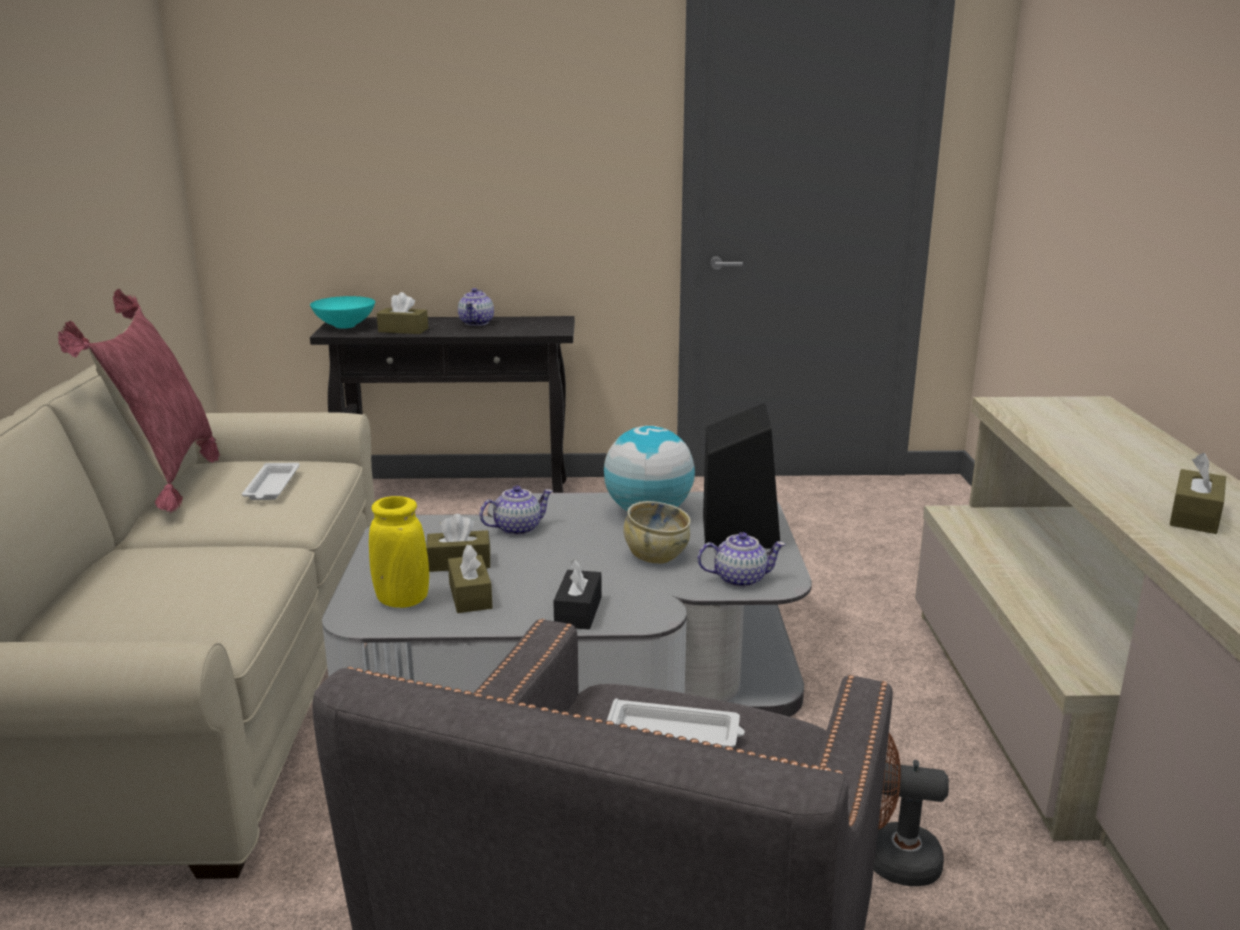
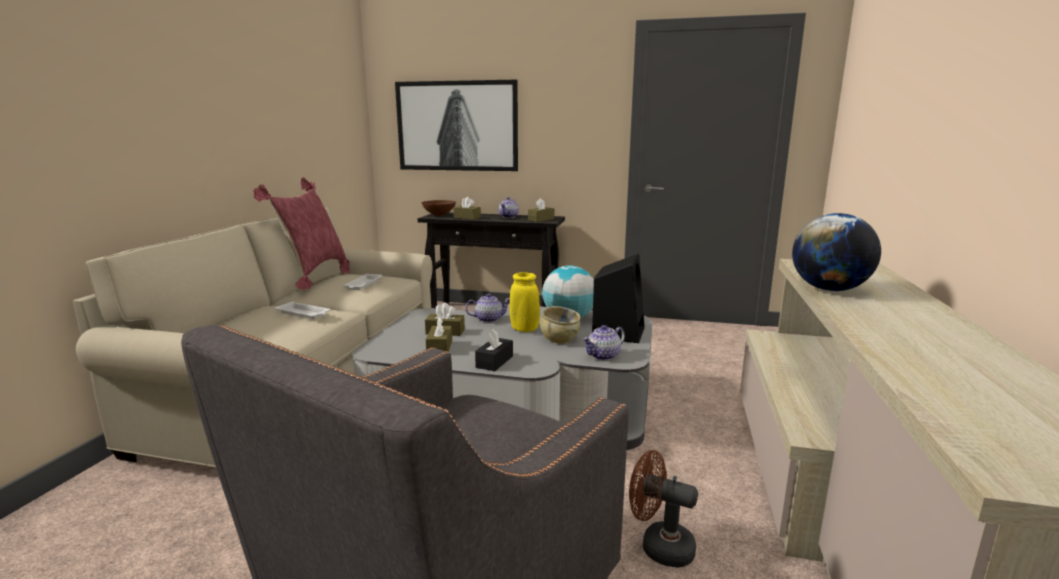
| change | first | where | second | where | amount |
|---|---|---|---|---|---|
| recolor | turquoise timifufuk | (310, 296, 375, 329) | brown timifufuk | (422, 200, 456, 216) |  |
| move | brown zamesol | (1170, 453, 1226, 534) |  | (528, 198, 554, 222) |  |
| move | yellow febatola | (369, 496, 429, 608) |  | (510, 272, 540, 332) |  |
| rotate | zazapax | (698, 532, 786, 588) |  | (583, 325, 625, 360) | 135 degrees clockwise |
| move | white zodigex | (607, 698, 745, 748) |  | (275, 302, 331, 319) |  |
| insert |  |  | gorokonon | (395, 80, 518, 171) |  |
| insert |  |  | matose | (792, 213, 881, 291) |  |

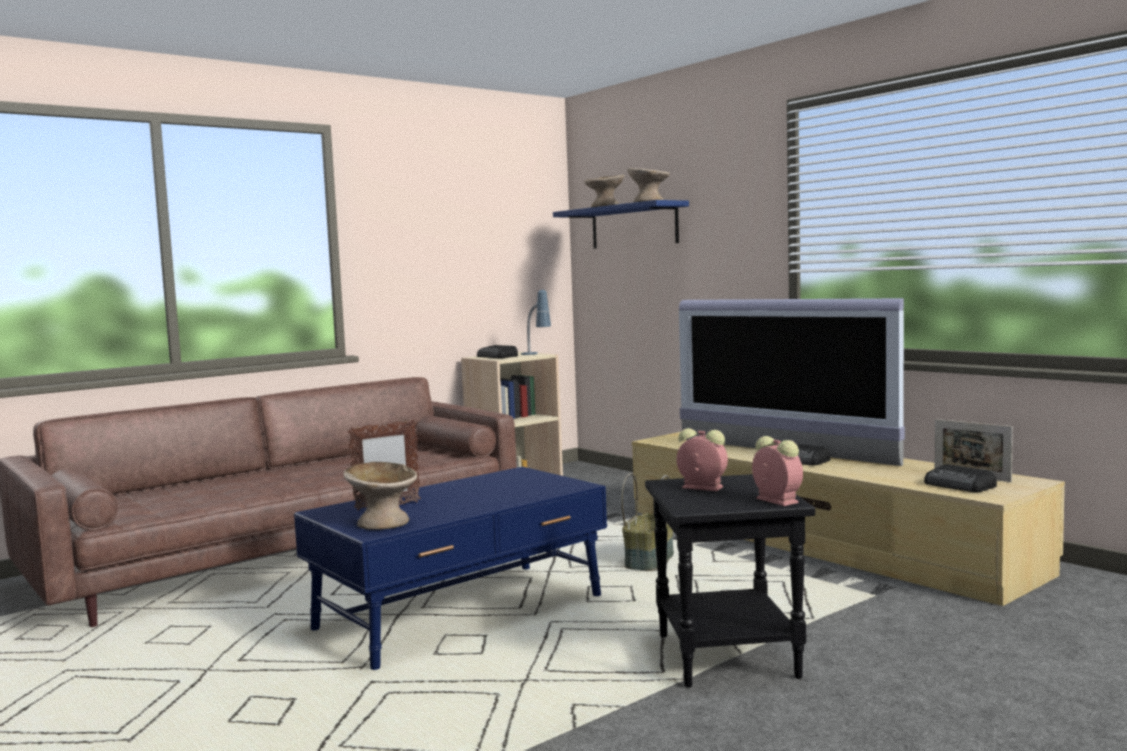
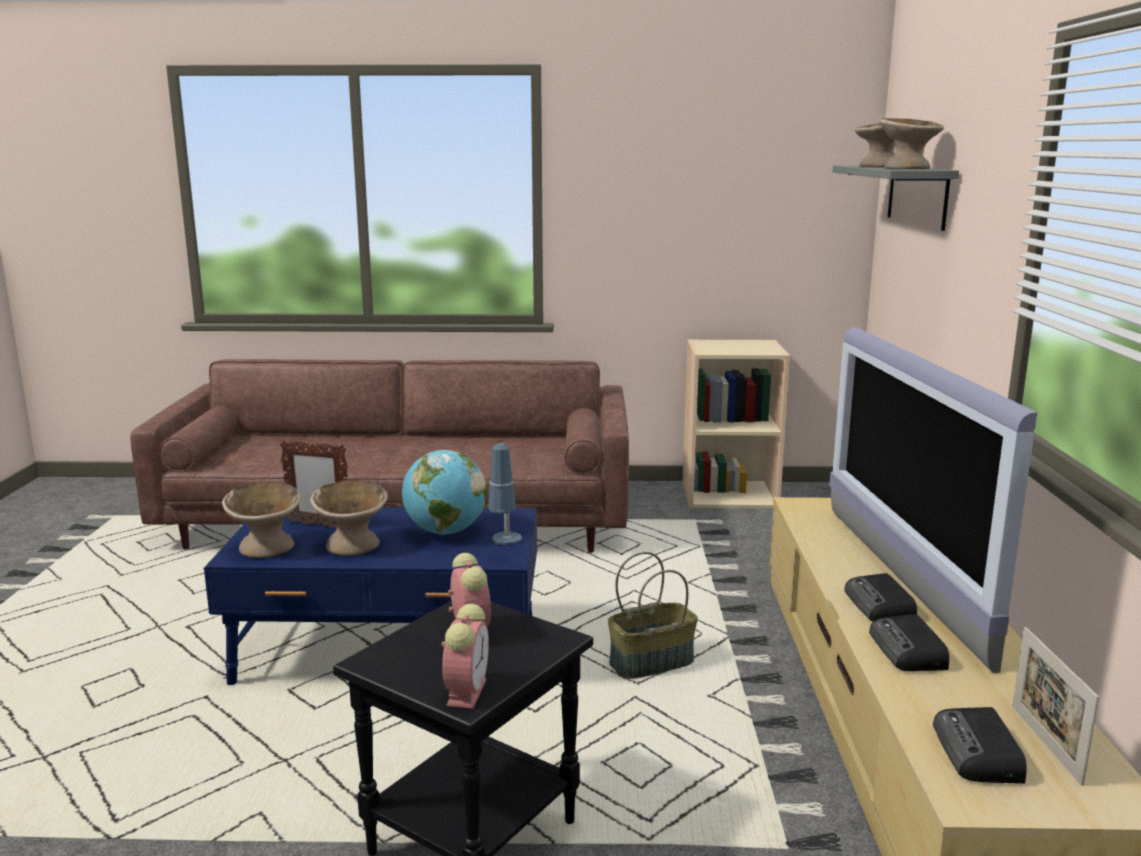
| change | first | where | second | where | amount |
|---|---|---|---|---|---|
| recolor | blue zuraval | (553, 200, 689, 249) | grey zuraval | (832, 165, 959, 231) |  |
| move | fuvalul | (521, 290, 551, 355) |  | (488, 443, 522, 545) |  |
| move | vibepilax | (477, 345, 518, 358) |  | (869, 614, 949, 671) |  |
| insert |  |  | matose | (402, 450, 487, 535) |  |
| insert |  |  | beige timifufuk | (310, 480, 388, 556) |  |

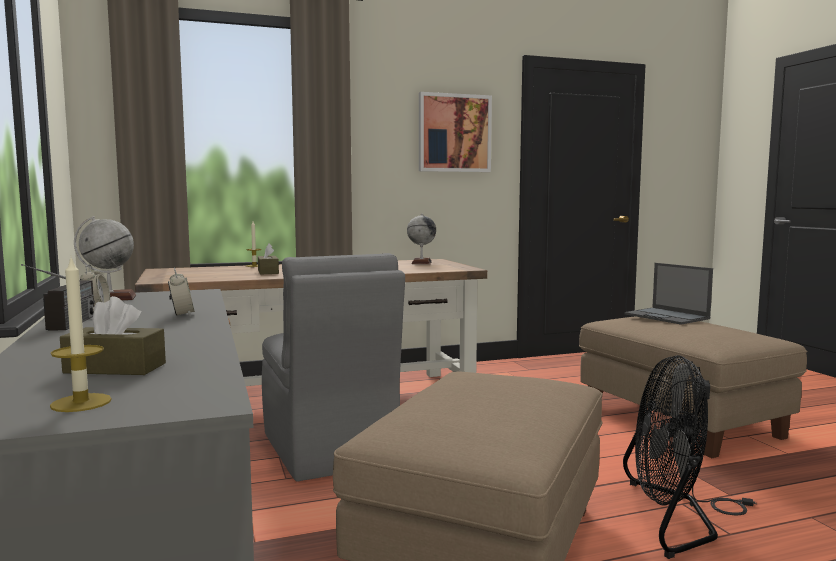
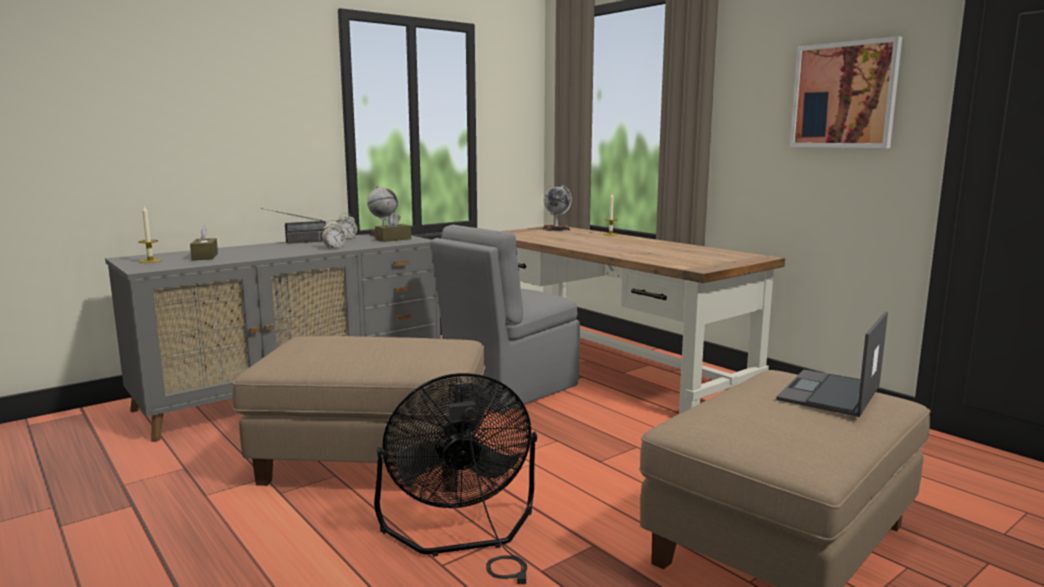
| change | first | where | second | where | amount |
|---|---|---|---|---|---|
| move | matose | (407, 214, 436, 264) |  | (543, 185, 572, 231) |  |
| move | brown zamesol | (258, 243, 279, 275) |  | (375, 213, 411, 242) |  |

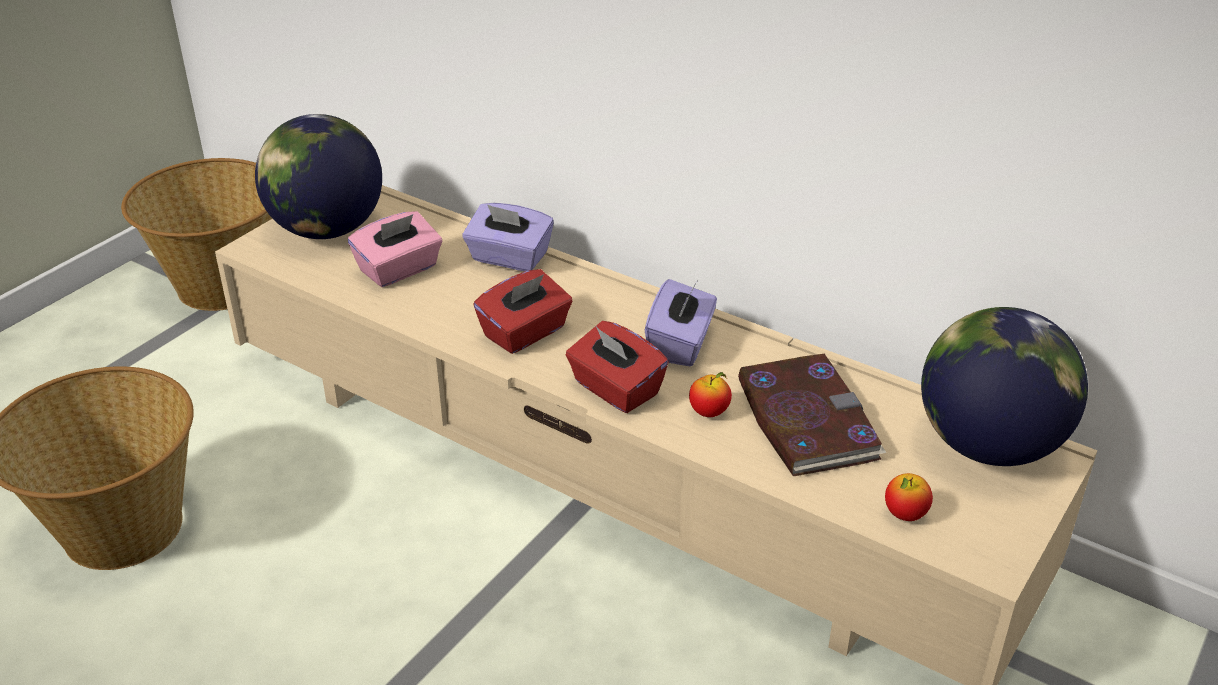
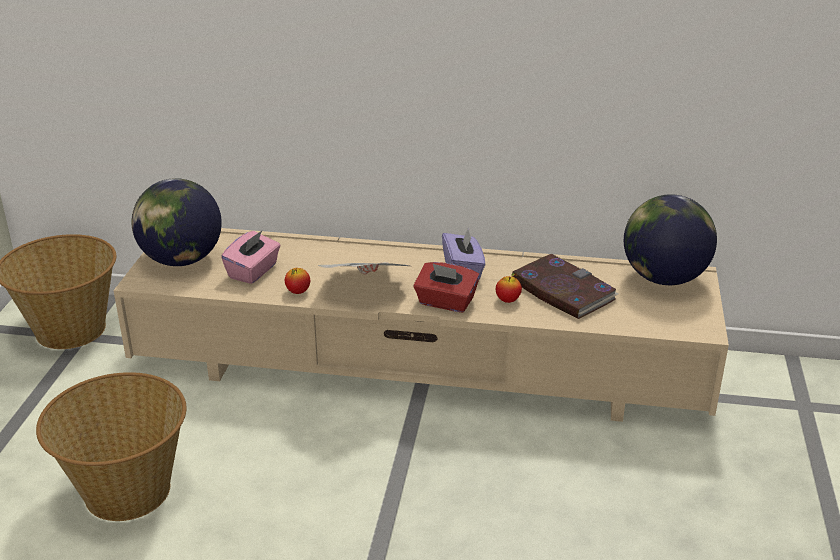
| change | first | where | second | where | amount |
|---|---|---|---|---|---|
| delete | purple zamesol | (463, 203, 554, 271) |  |  |  |
| replace | red zamesol | (473, 269, 573, 354) | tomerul | (318, 262, 409, 275) |  |
| move | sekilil | (885, 473, 933, 521) |  | (285, 268, 310, 294) |  |

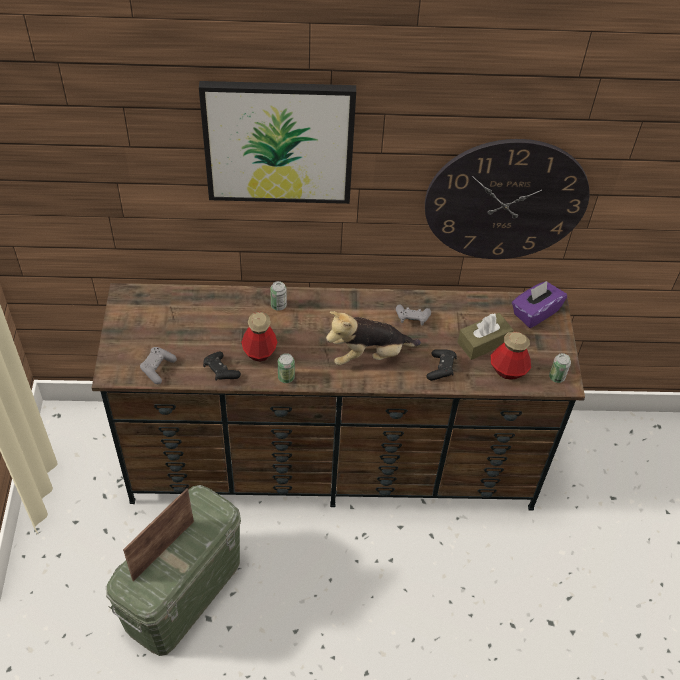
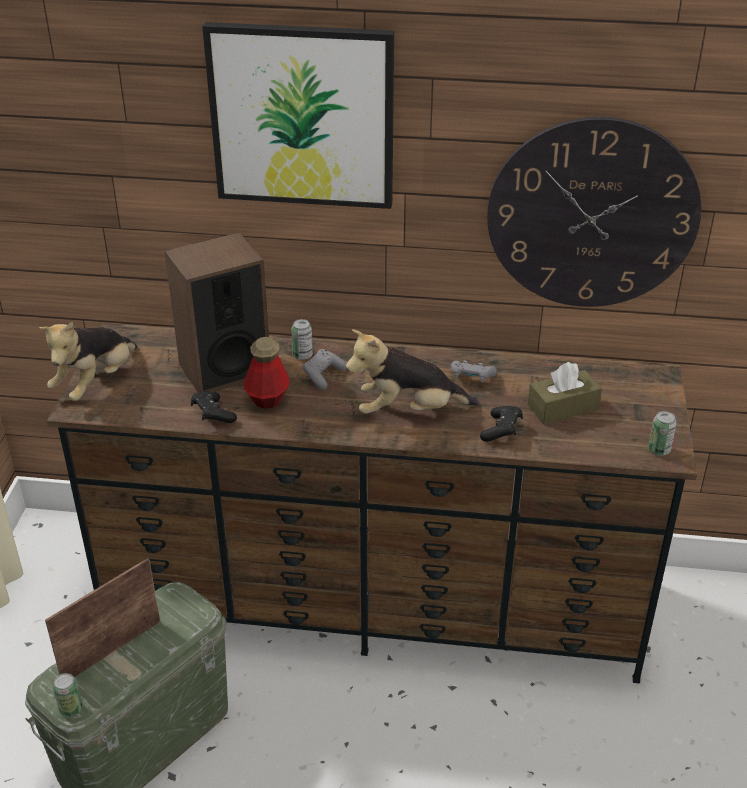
| change | first | where | second | where | amount |
|---|---|---|---|---|---|
| delete | purple zamesol | (512, 281, 567, 328) |  |  |  |
| delete | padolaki | (491, 332, 531, 380) |  |  |  |
| move | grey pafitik | (140, 347, 177, 384) |  | (302, 349, 347, 390) |  |
| move | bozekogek | (278, 353, 295, 383) |  | (53, 673, 83, 717) |  |
| insert |  |  | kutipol | (165, 232, 269, 392) |  |
| insert |  |  | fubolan | (39, 322, 137, 401) |  |

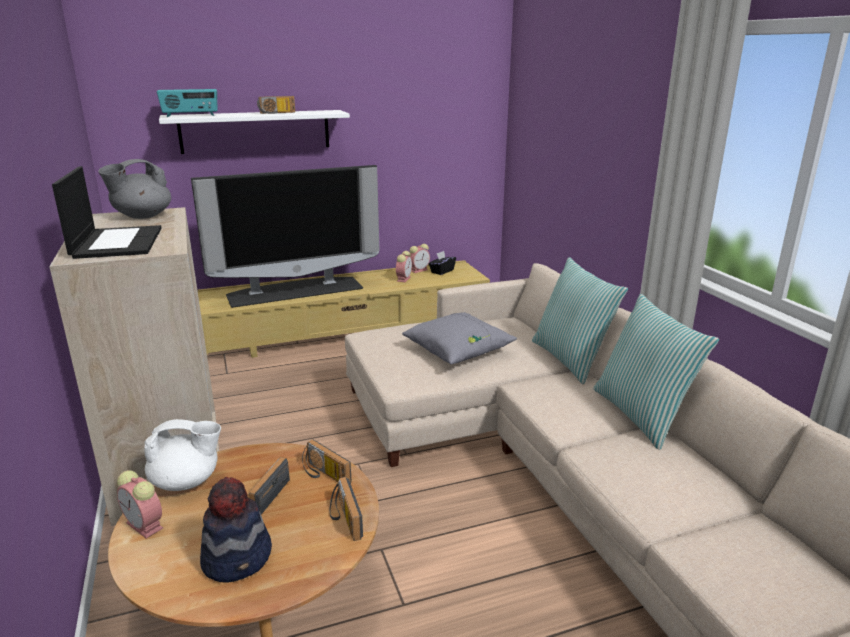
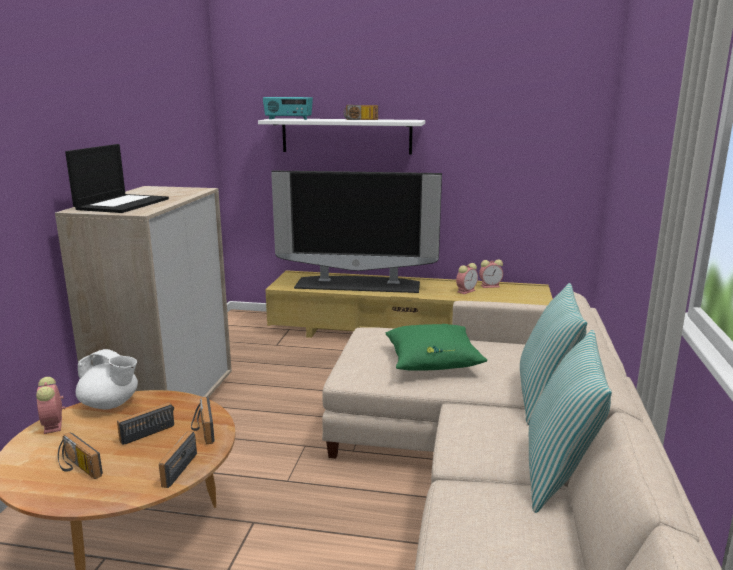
| change | first | where | second | where | amount |
|---|---|---|---|---|---|
| delete | grey zazapax | (98, 159, 171, 219) |  |  |  |
| delete | black zamesol | (429, 251, 456, 275) |  |  |  |
| recolor | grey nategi | (402, 312, 517, 364) | green nategi | (386, 324, 487, 371) |  |
| replace | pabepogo | (200, 477, 272, 583) | vibepilax | (58, 432, 103, 479) |  |

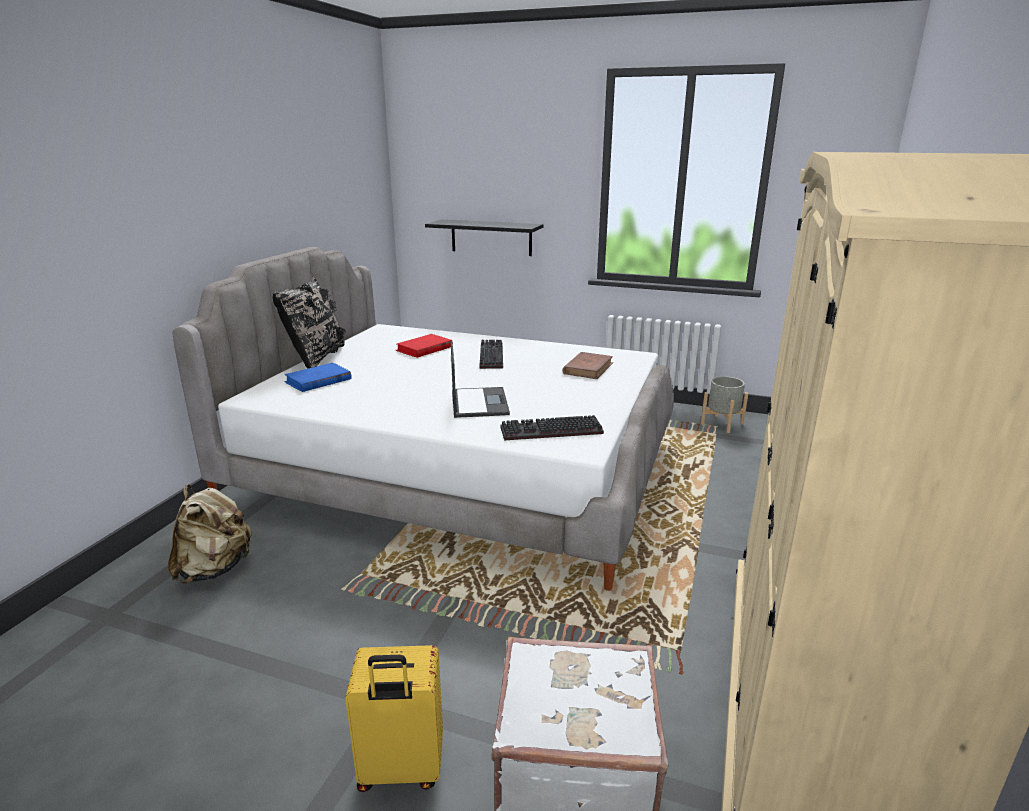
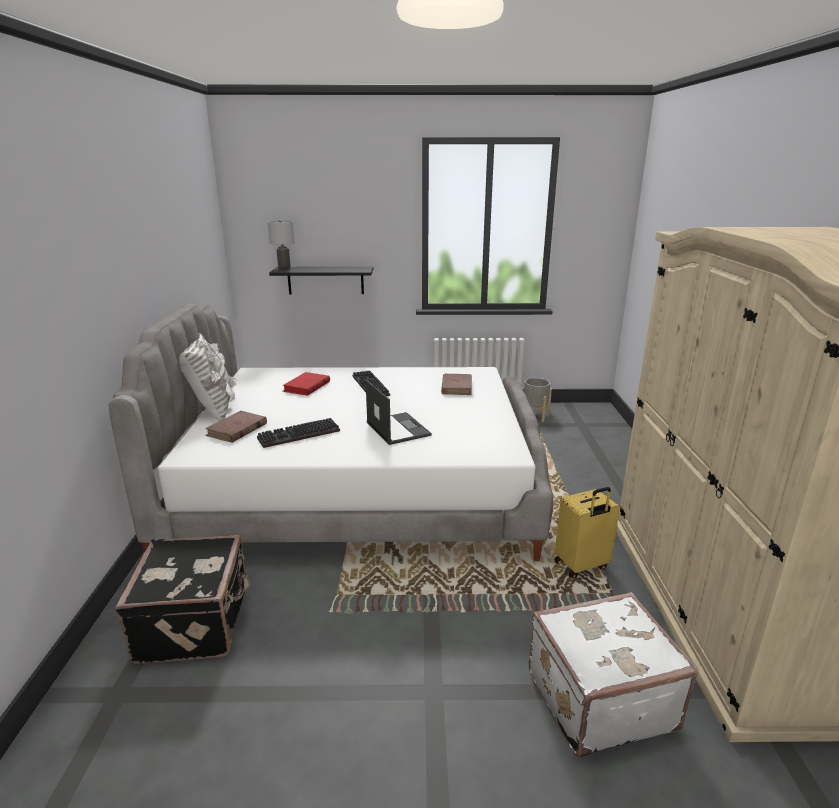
| change | first | where | second | where | amount |
|---|---|---|---|---|---|
| recolor | black nategi | (273, 276, 346, 369) | white nategi | (179, 332, 237, 421) |  |
| recolor | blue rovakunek | (284, 363, 351, 392) | brown rovakunek | (205, 411, 267, 443) |  |
| move | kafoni | (500, 415, 604, 440) |  | (257, 418, 340, 448) |  |
| replace | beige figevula | (168, 484, 252, 584) | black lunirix | (115, 535, 251, 664) |  |
| move | yellow lunirix | (345, 645, 443, 792) |  | (554, 487, 620, 578) |  |
| insert |  |  | white fuvalul | (268, 220, 295, 269) |  |

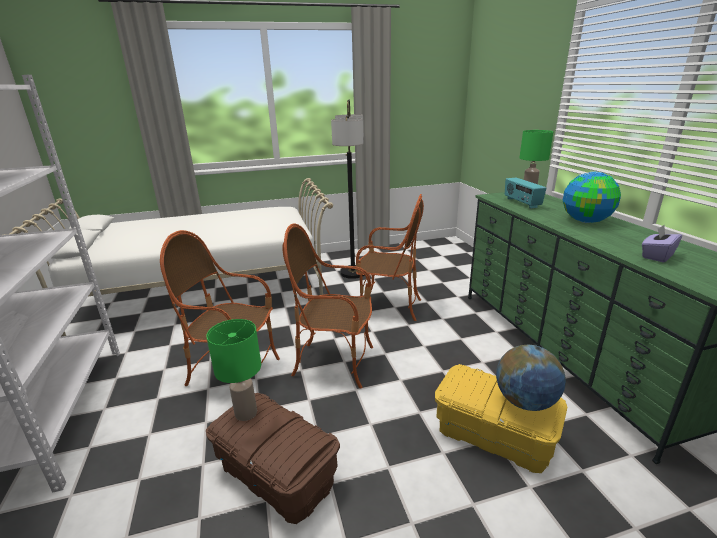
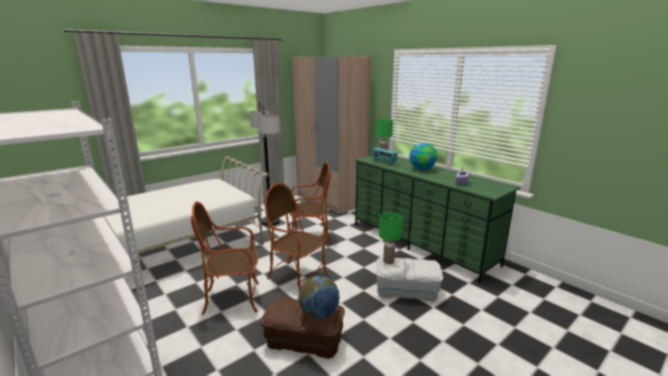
| change | first | where | second | where | amount |
|---|---|---|---|---|---|
| rotate | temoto | (282, 223, 373, 389) |  | (265, 183, 328, 291) | 45 degrees clockwise |
| move | green fuvalul | (206, 319, 261, 421) |  | (379, 212, 403, 264) |  |
| move | matose | (496, 345, 566, 411) |  | (299, 276, 340, 318) |  |
| recolor | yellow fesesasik | (435, 364, 568, 473) | white fesesasik | (376, 257, 443, 302) |  |
| insert |  |  | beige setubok | (292, 56, 371, 215) |  |

